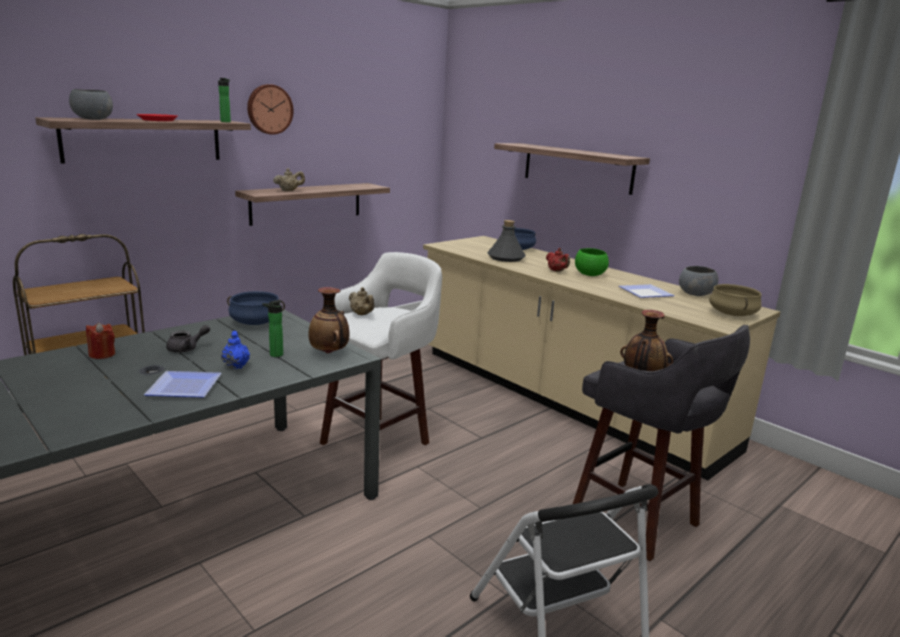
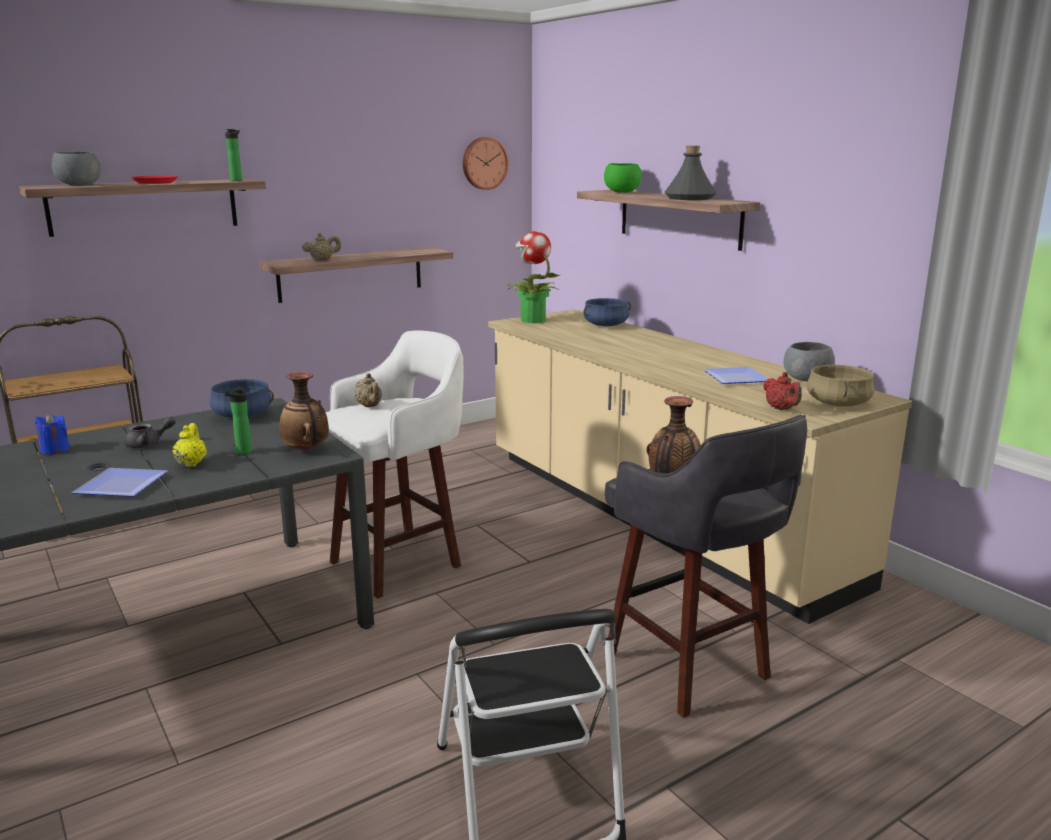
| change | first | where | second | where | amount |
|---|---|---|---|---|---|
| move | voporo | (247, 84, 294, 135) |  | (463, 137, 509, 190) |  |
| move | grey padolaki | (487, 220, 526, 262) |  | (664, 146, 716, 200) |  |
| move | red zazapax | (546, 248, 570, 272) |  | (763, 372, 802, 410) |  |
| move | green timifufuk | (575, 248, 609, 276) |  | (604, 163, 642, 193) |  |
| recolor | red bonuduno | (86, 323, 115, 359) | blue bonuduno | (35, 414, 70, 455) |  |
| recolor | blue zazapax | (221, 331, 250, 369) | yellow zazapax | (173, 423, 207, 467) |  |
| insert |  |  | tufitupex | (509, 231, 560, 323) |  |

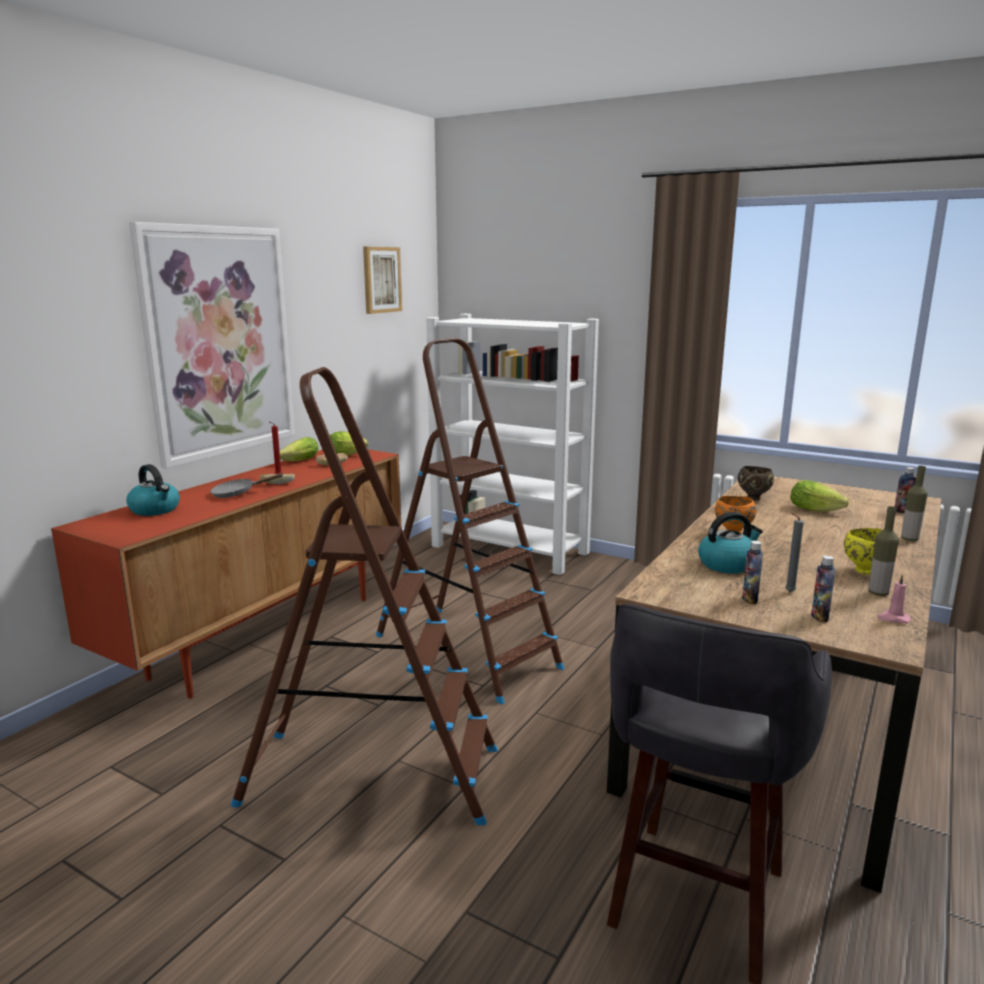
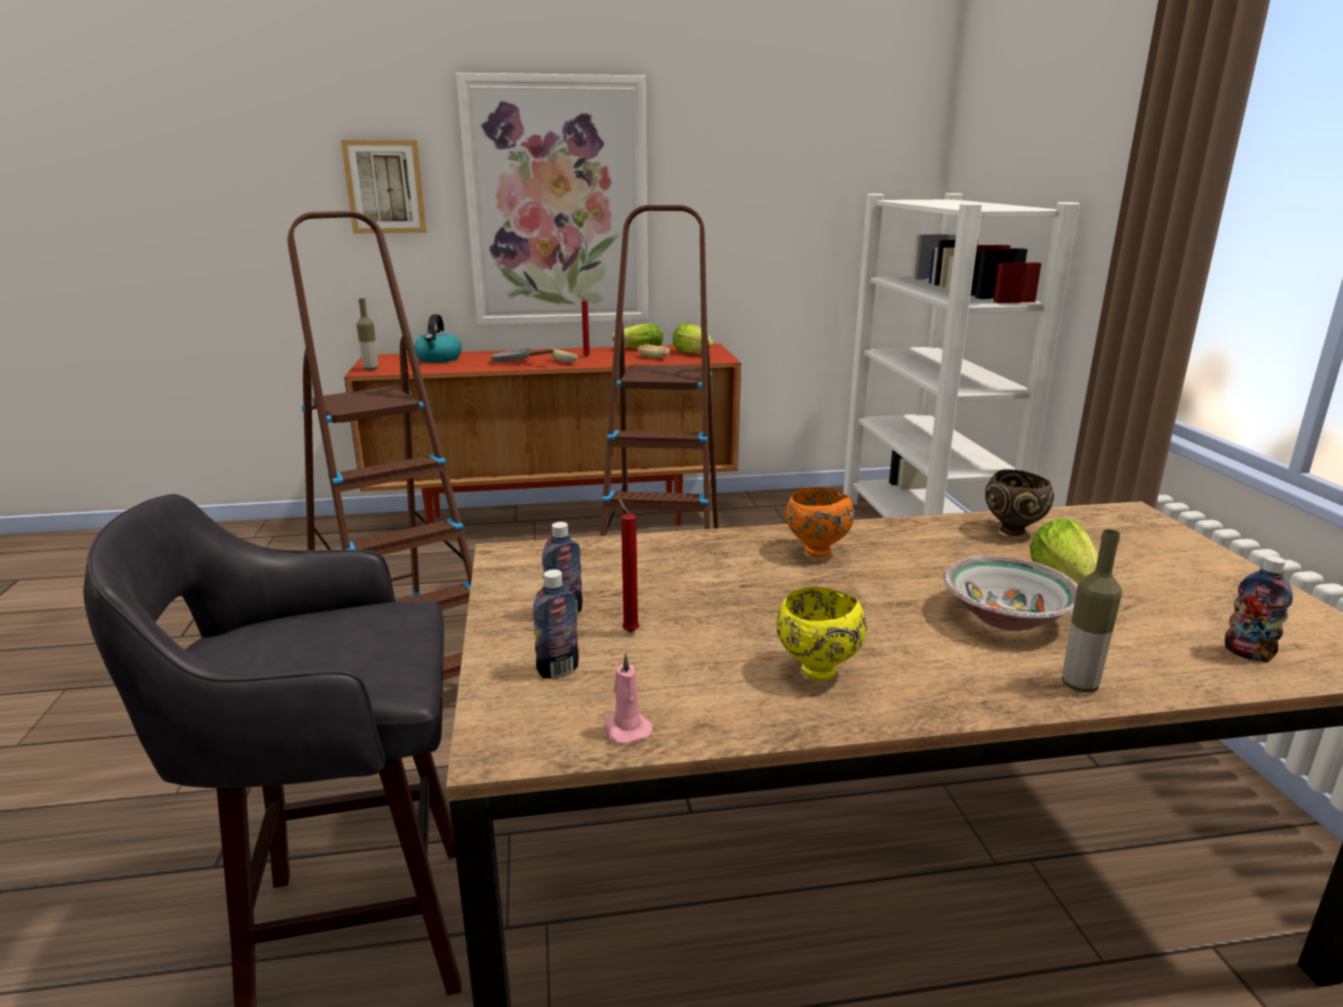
| change | first | where | second | where | amount |
|---|---|---|---|---|---|
| move | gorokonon | (363, 247, 402, 314) |  | (341, 140, 427, 234) |  |
| move | padolaki | (869, 506, 899, 596) |  | (357, 298, 378, 370) |  |
| delete | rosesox | (698, 512, 763, 573) |  |  |  |
| recolor | grey bonuduno | (785, 513, 804, 592) | red bonuduno | (618, 498, 640, 632) |  |
| insert |  |  | timifufuk | (943, 555, 1078, 631) |  |

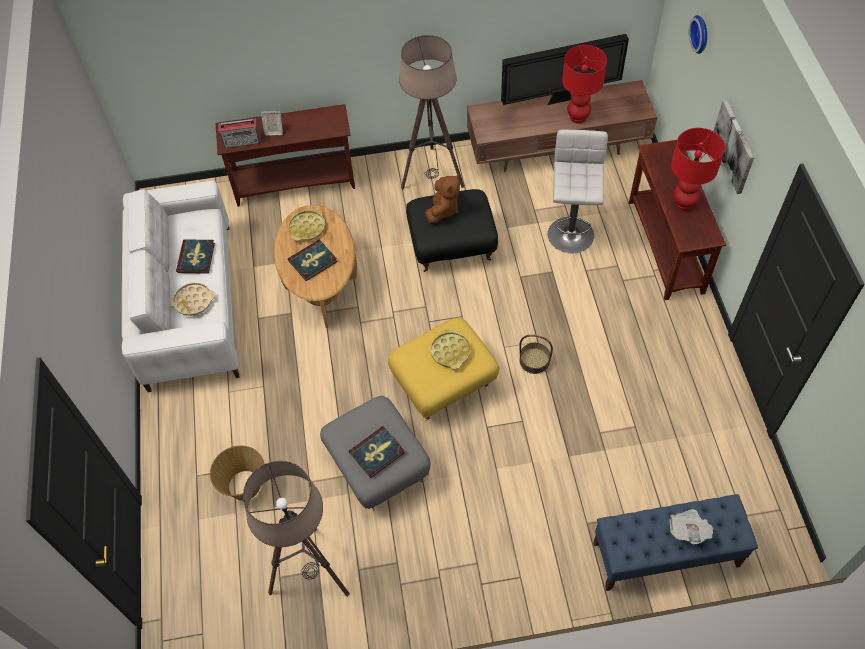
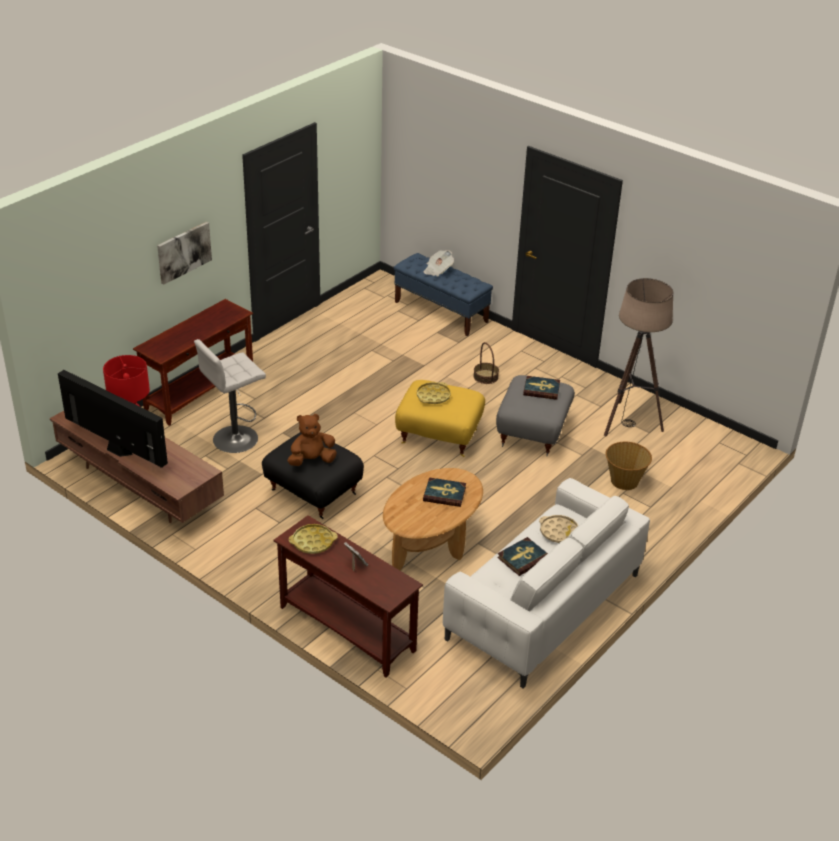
| change | first | where | second | where | amount |
|---|---|---|---|---|---|
| delete | voporo | (689, 15, 707, 54) |  |  |  |
| delete | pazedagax | (399, 35, 464, 190) |  |  |  |
| delete | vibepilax | (219, 119, 261, 148) |  |  |  |
| delete | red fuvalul | (671, 128, 725, 211) |  |  |  |
| move | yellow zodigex | (288, 209, 325, 241) |  | (289, 524, 338, 554) |  |
| move | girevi | (519, 335, 553, 374) |  | (473, 342, 499, 384) |  |

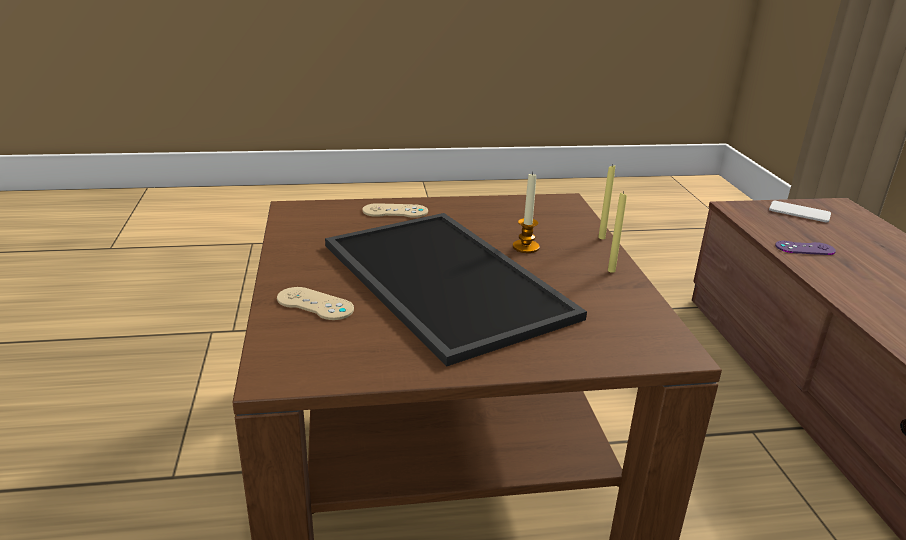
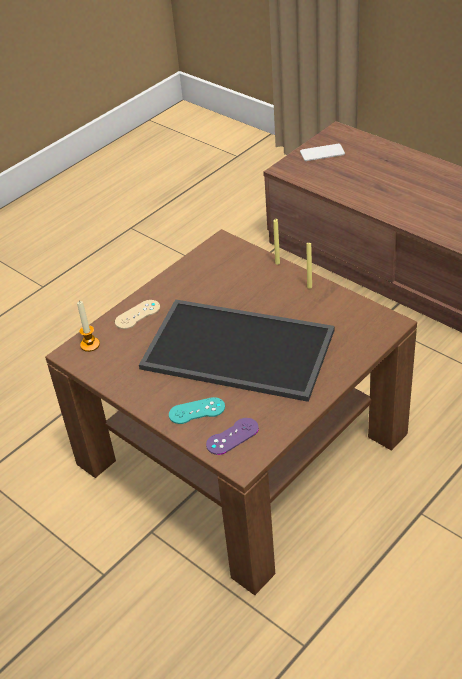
| change | first | where | second | where | amount |
|---|---|---|---|---|---|
| move | bonuduno | (513, 172, 540, 253) |  | (77, 301, 100, 352) |  |
| move | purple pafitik | (775, 241, 836, 255) |  | (206, 418, 259, 455) |  |
| recolor | beige pafitik | (277, 287, 354, 320) | turquoise pafitik | (169, 397, 225, 424) |  |

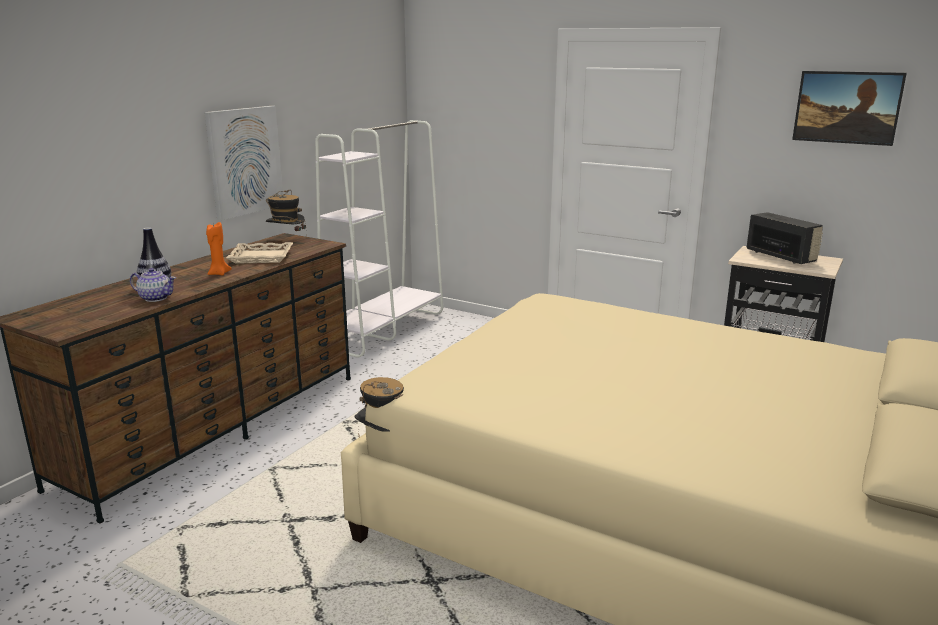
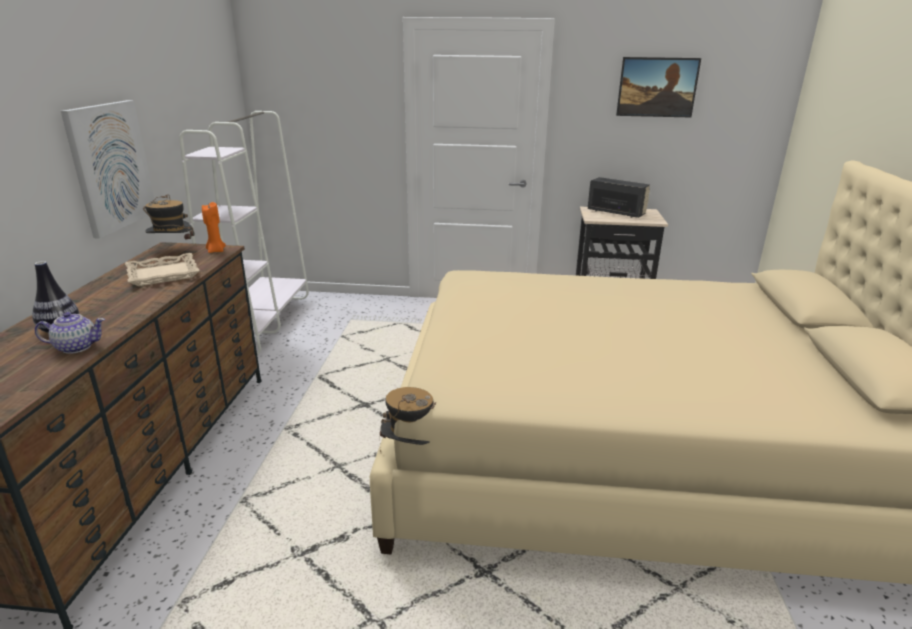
| change | first | where | second | where | amount |
|---|---|---|---|---|---|
| move | orange bonuduno | (206, 222, 231, 275) |  | (202, 202, 226, 253) |  |

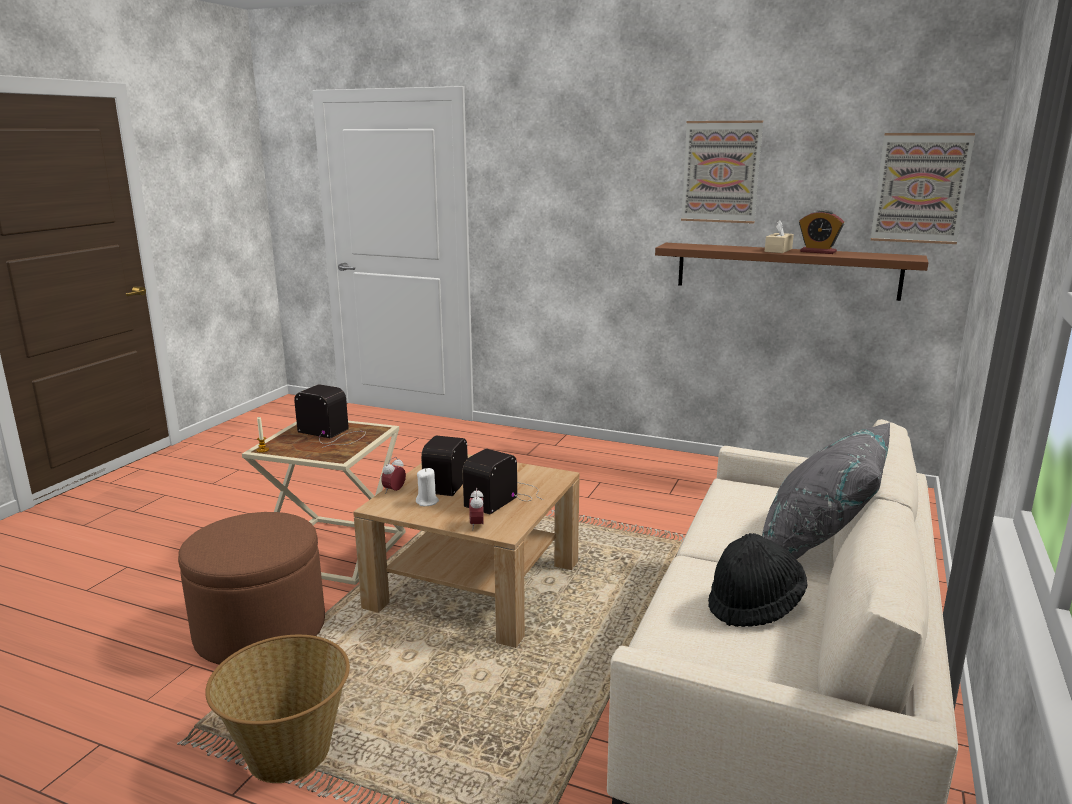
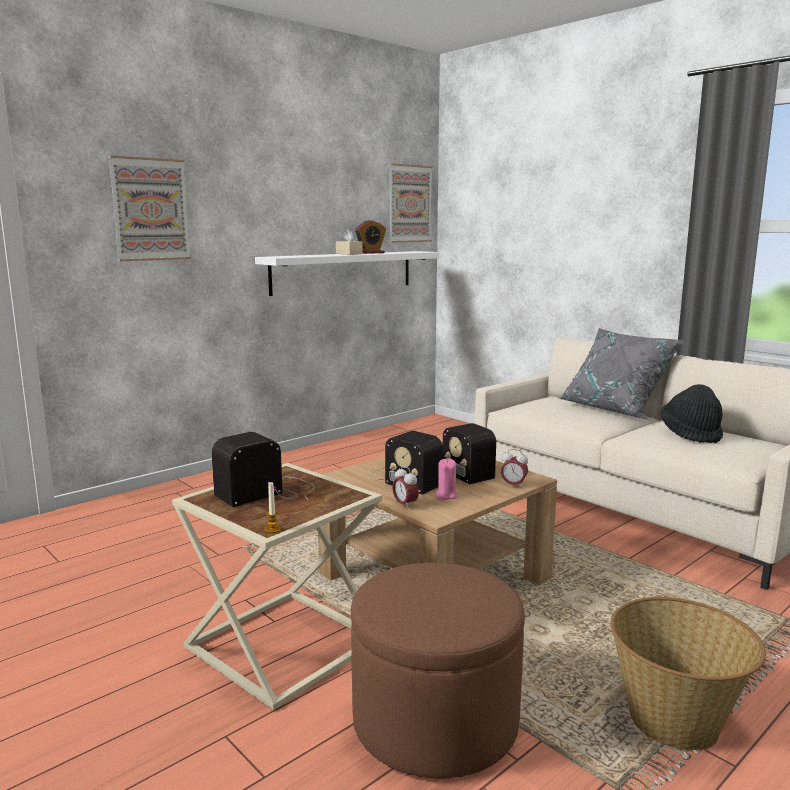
| change | first | where | second | where | amount |
|---|---|---|---|---|---|
| move | gorokonon | (681, 121, 763, 224) |  | (108, 155, 191, 262) |  |
| recolor | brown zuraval | (655, 243, 929, 301) | white zuraval | (255, 251, 439, 296) |  |
| recolor | white bonuduno | (416, 468, 439, 506) | pink bonuduno | (435, 458, 457, 500) |  |

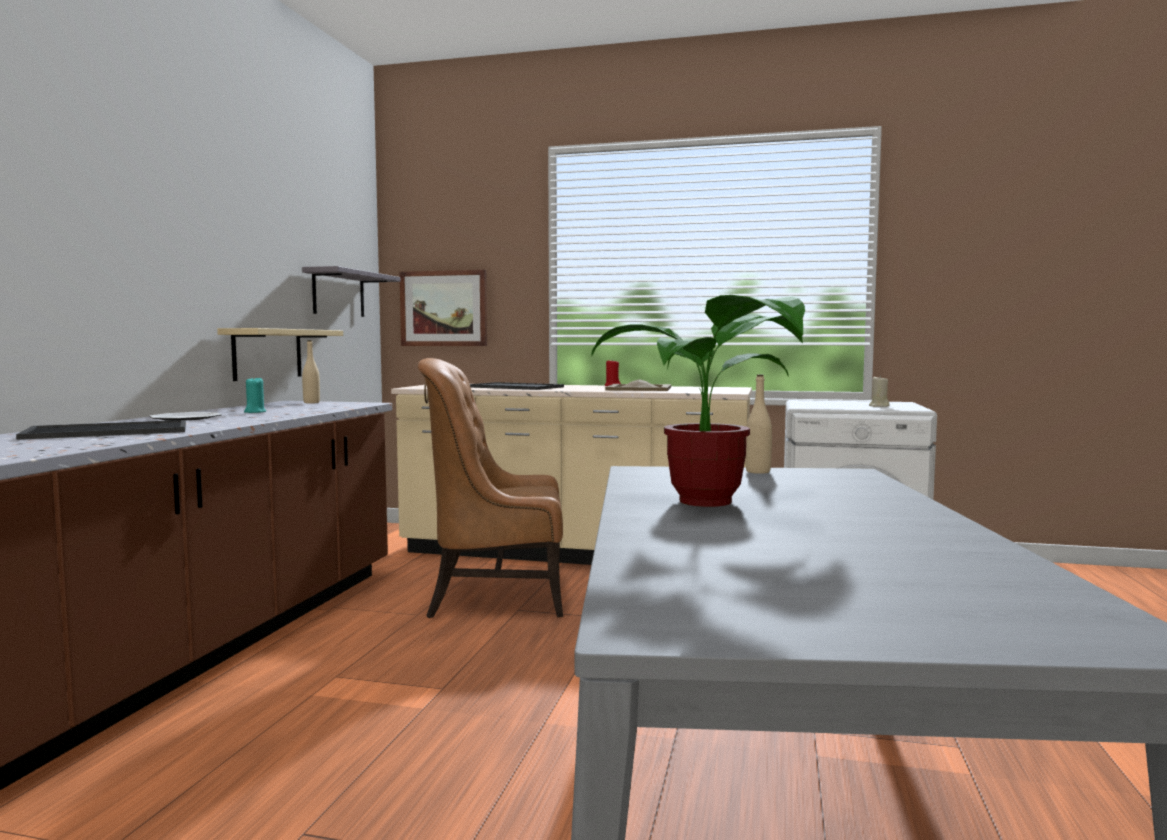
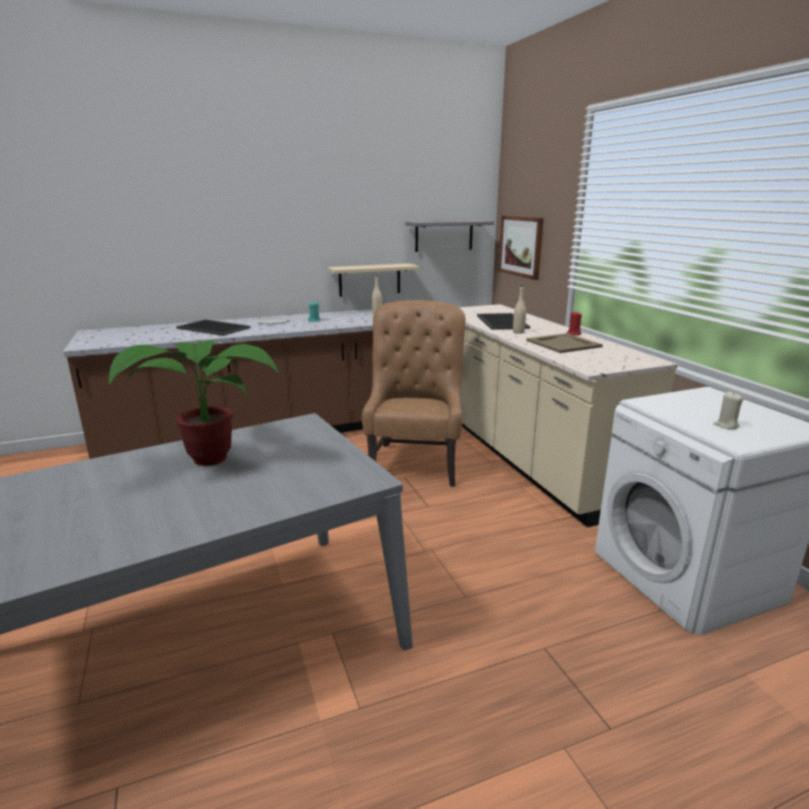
| change | first | where | second | where | amount |
|---|---|---|---|---|---|
| rotate | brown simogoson | (418, 358, 563, 618) |  | (362, 300, 466, 487) | 45 degrees clockwise |
| move | beige padolaki | (745, 374, 772, 474) |  | (513, 286, 526, 334) |  |

